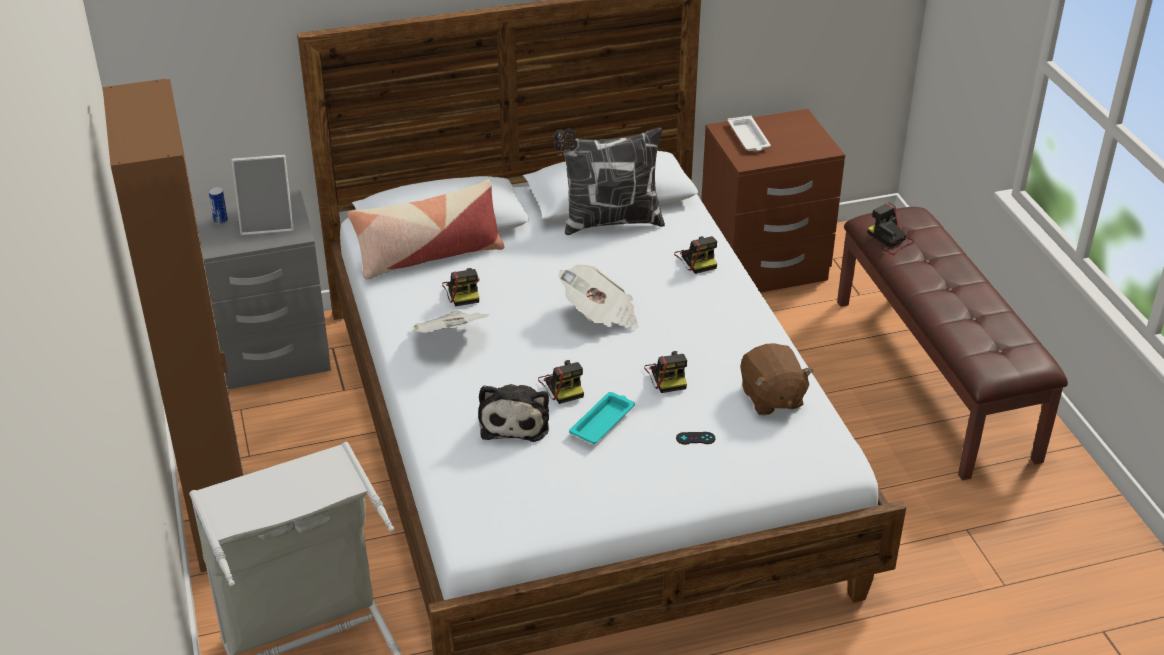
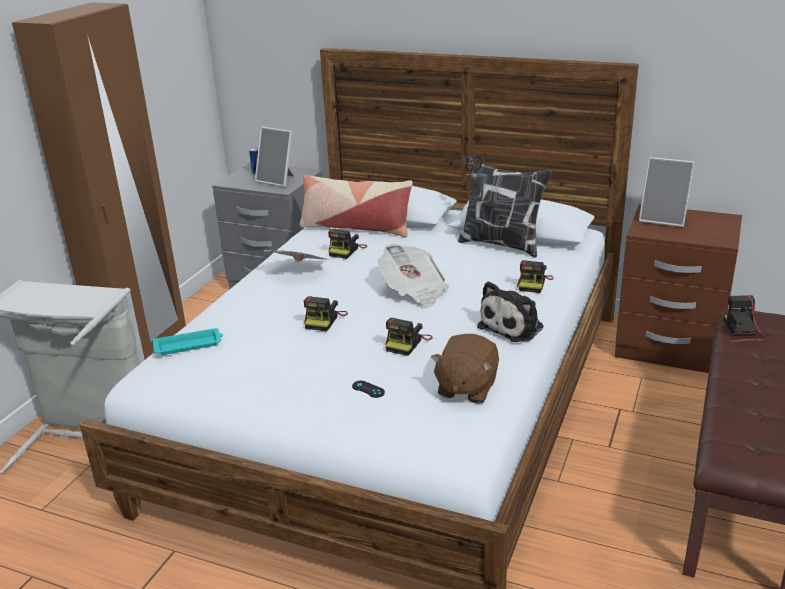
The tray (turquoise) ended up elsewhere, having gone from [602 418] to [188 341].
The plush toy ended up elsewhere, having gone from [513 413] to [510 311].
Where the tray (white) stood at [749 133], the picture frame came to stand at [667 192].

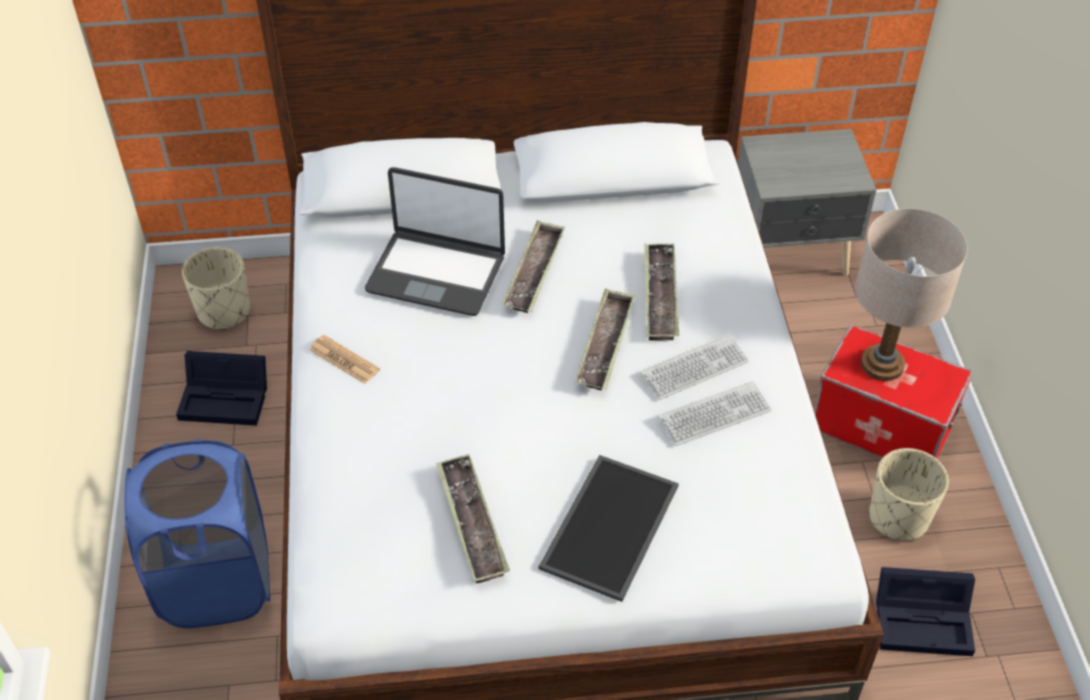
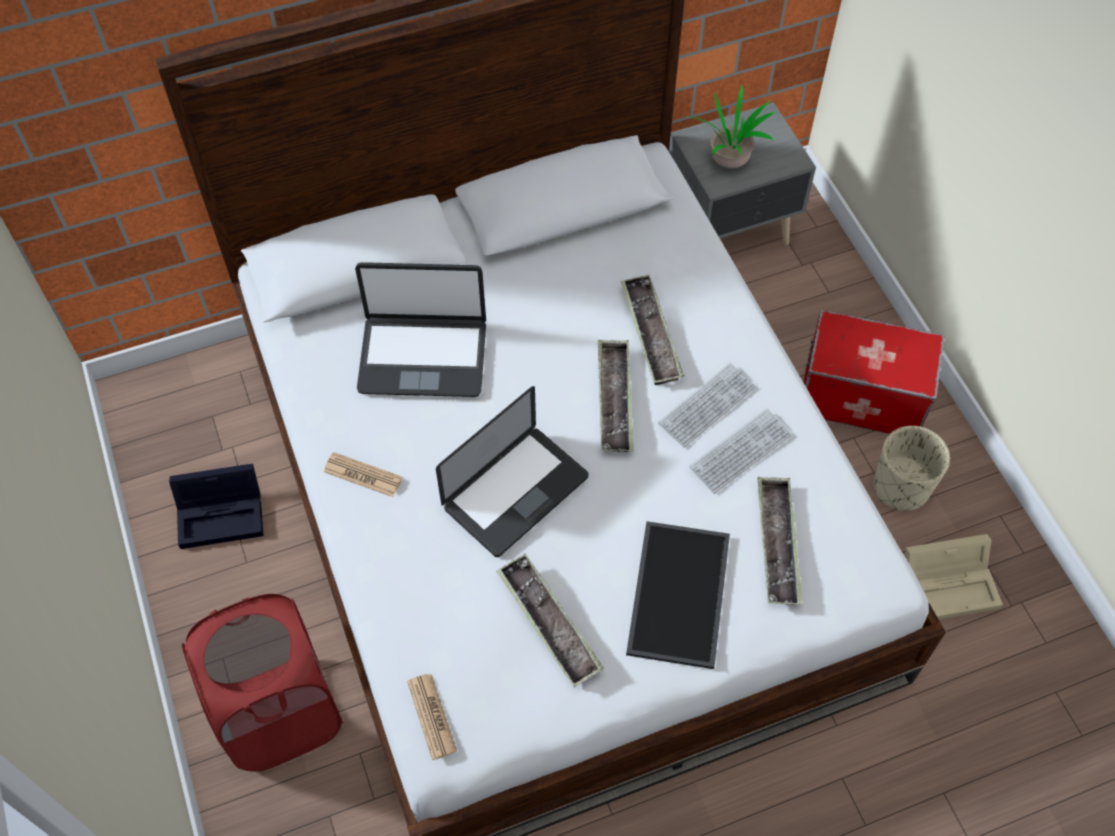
What was the laundry basket (blue) at [197 533] turned into the laundry basket (red) at [262 683].
The second view gained the newspaper at [432 717].
The second view gained the laptop at [512 471].
The second view gained the potted plant at [732 126].
The tray ended up elsewhere, having gone from [533 266] to [780 541].
What was the storage box (black) at [925 611] turned into the storage box (beige) at [954 576].
The second view lost the planter (beige) at [216 289].
The second view lost the table lamp (beige) at [911 294].

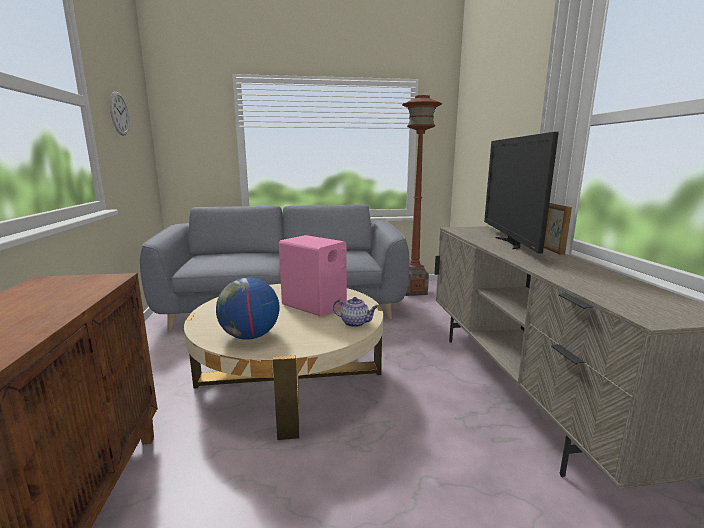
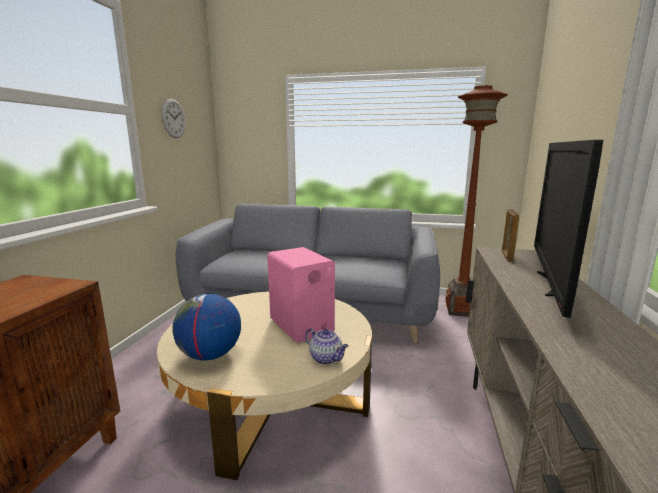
The picture frame ended up elsewhere, having gone from [558 229] to [510 235].

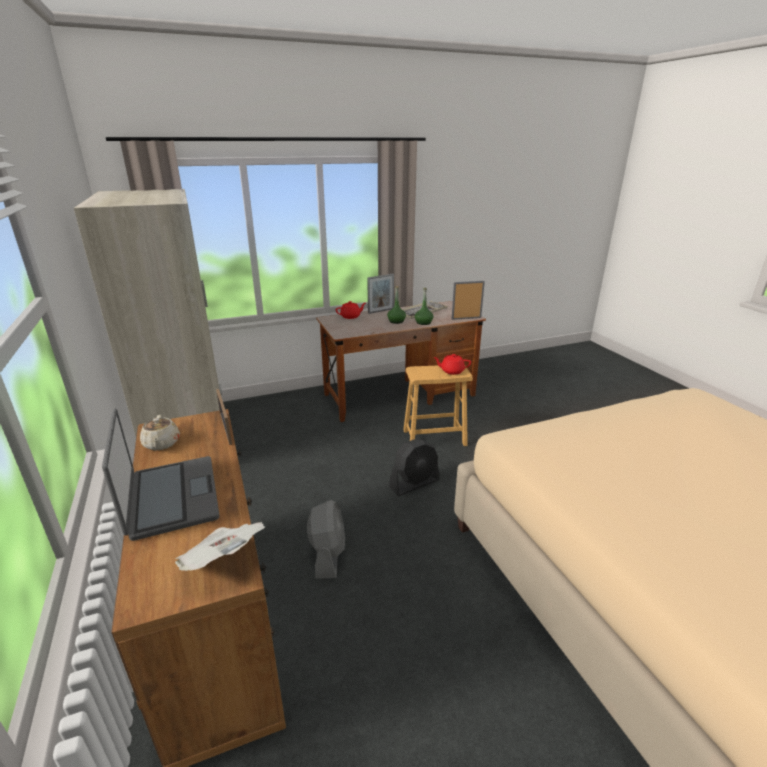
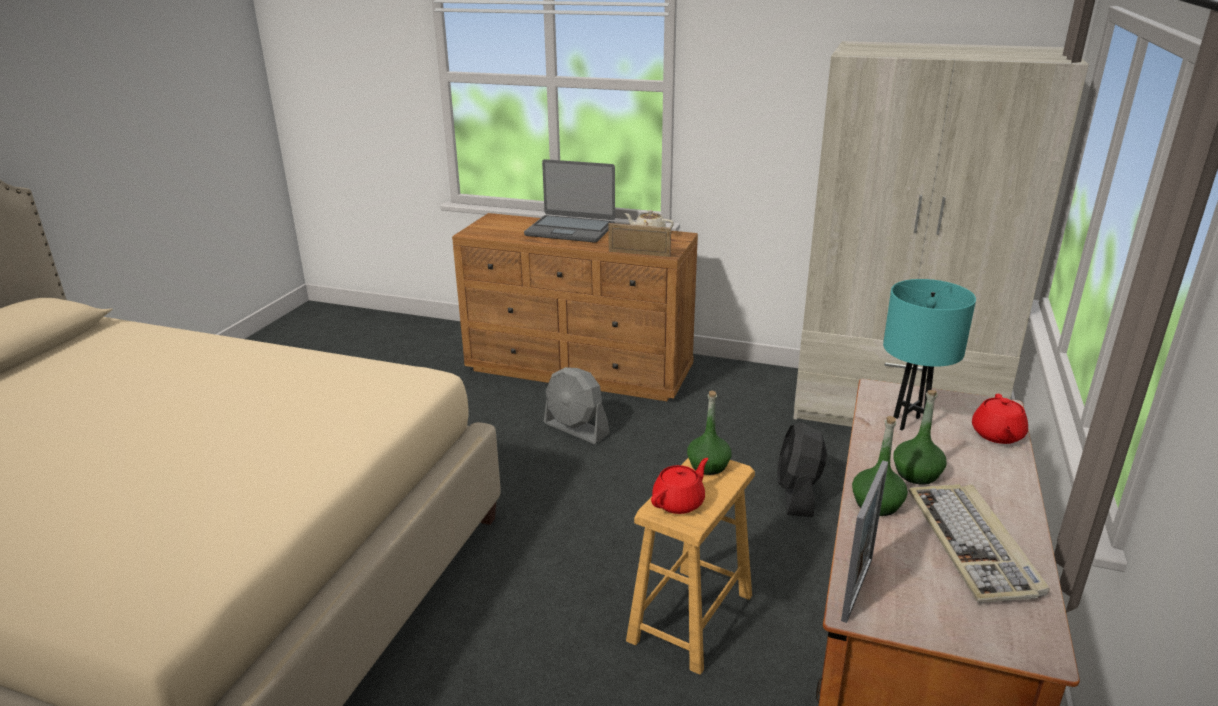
The second view gained the bottle (green) at [709 433].
The fan (black) ended up elsewhere, having gone from [414 467] to [802 469].
The second view gained the table lamp (turquoise) at [929 354].
The second view lost the newspaper at [220 546].
The second view lost the picture frame at [380 294].

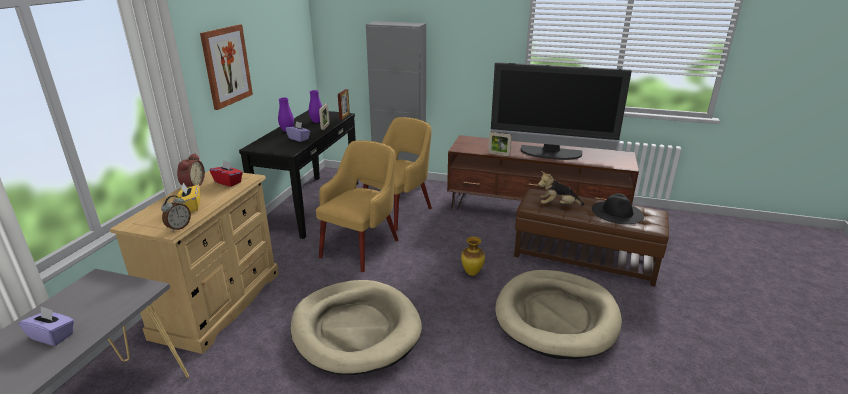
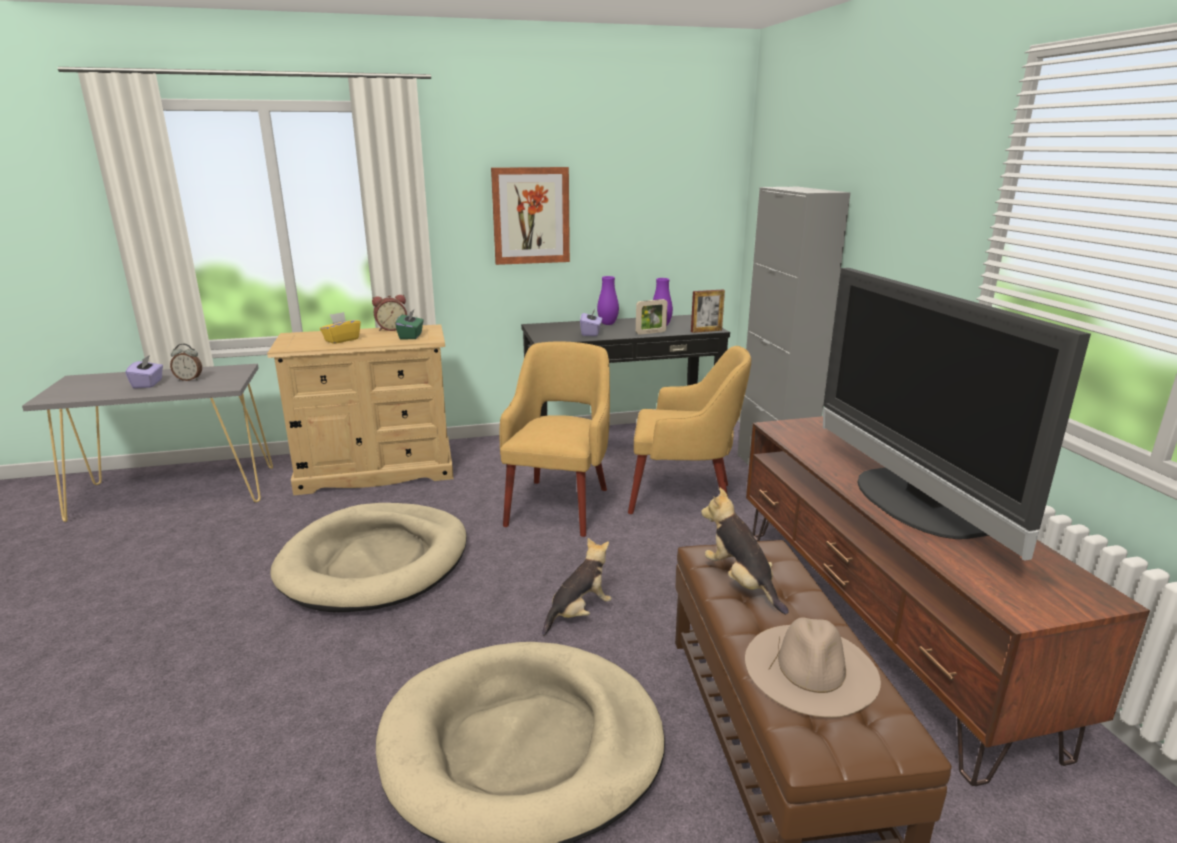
The alarm clock ended up elsewhere, having gone from [176 213] to [186 362].
What was the tissue box (red) at [226 173] turned into the tissue box (green) at [409 324].
The armchair (yellow) at [357 206] ended up facing another way, 75 degrees counterclockwise from before.
Where the vase stood at [473 256], the plush toy came to stand at [577 587].
What was the hat (black) at [618 209] turned into the hat (beige) at [813 667].
The second view lost the picture frame at [500 144].

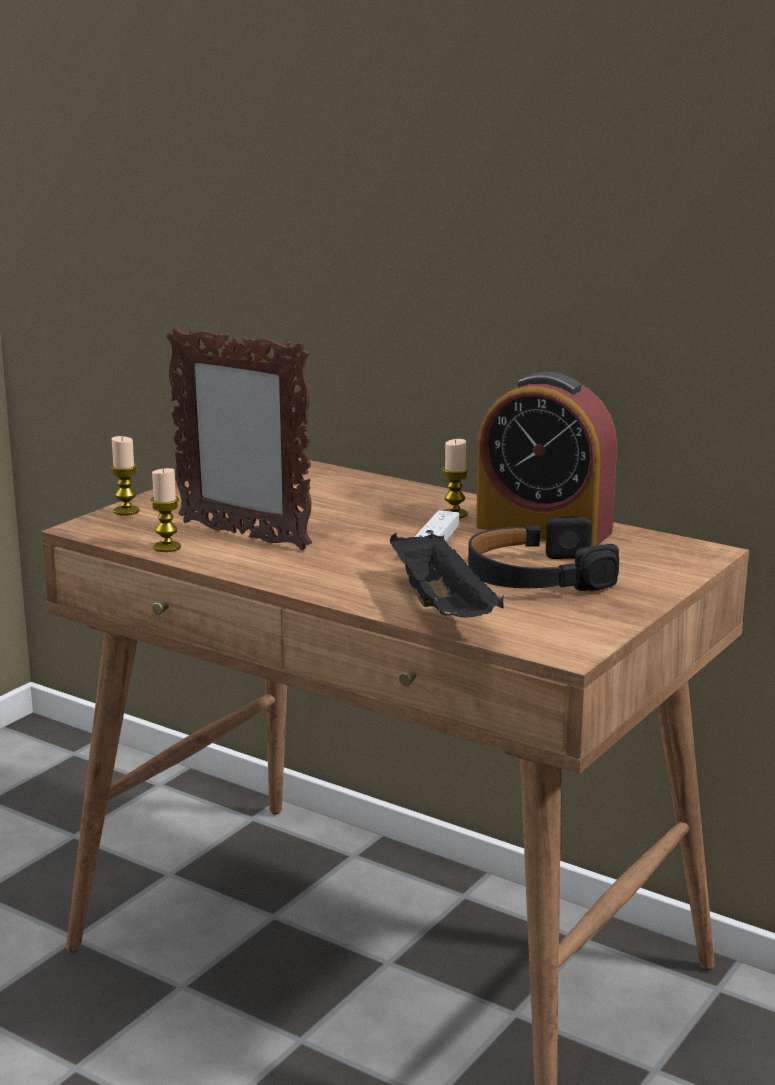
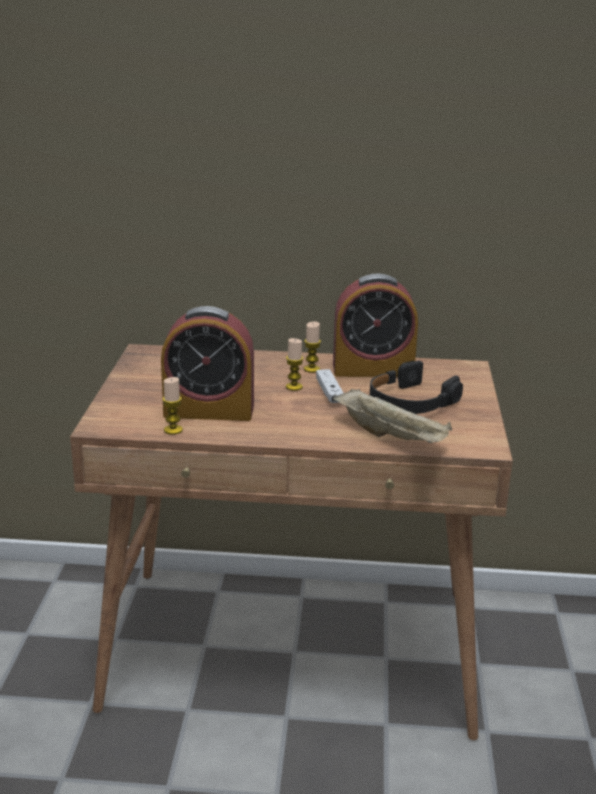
Where the picture frame stood at [239 438], the alarm clock came to stand at [207 363].
The candle ended up elsewhere, having gone from [124 476] to [295 364].
What was the tray (black) at [447 575] turned into the tray (beige) at [392 416].

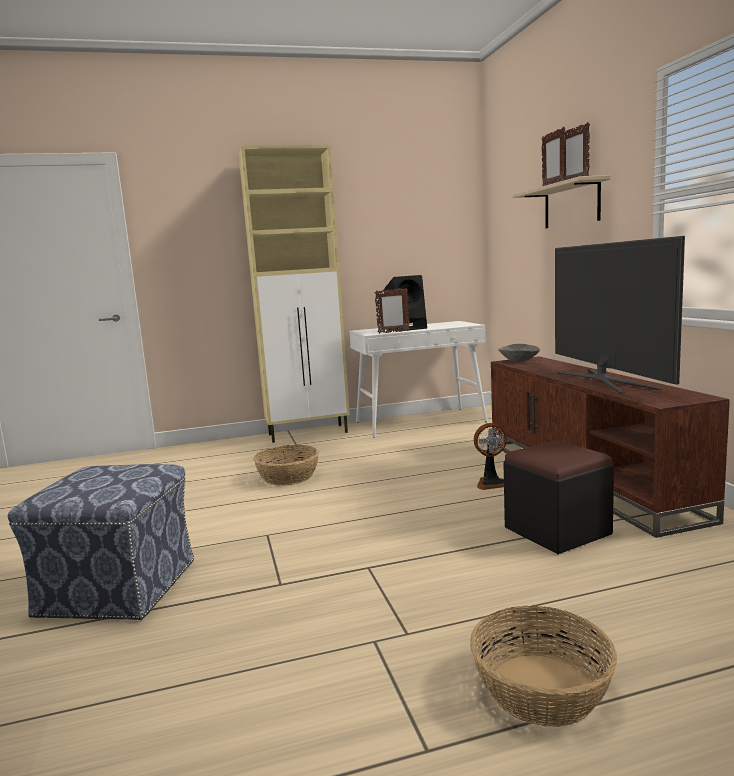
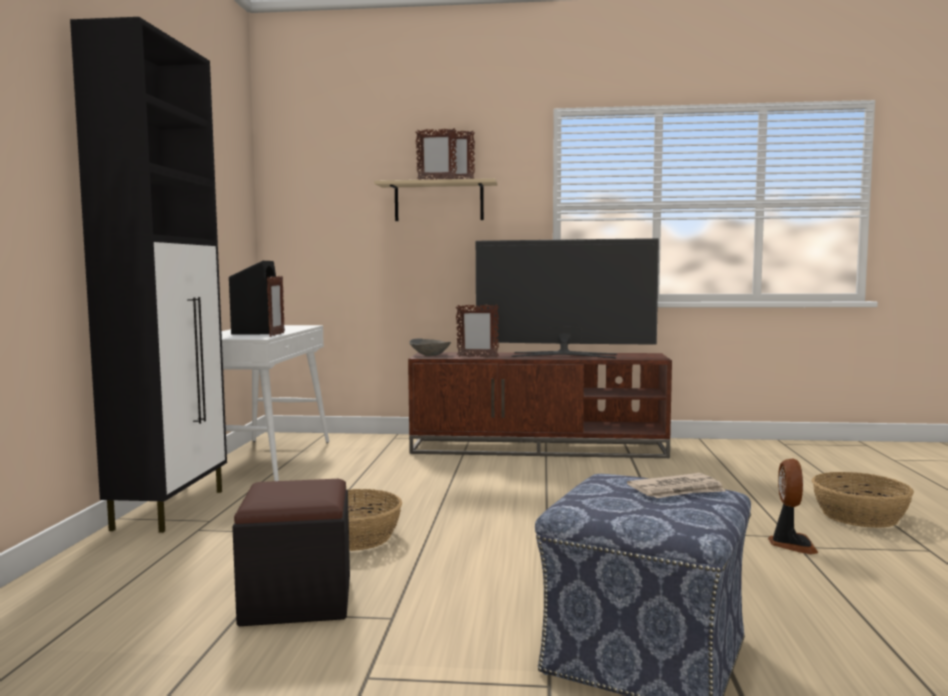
What was the cabinet (beige) at [294 294] turned into the cabinet (black) at [148 275].
The ottoman (black) ended up elsewhere, having gone from [558 497] to [291 552].
The second view gained the picture frame at [477 330].
The second view gained the newspaper at [676 485].
The fan ended up elsewhere, having gone from [490 456] to [793 506].

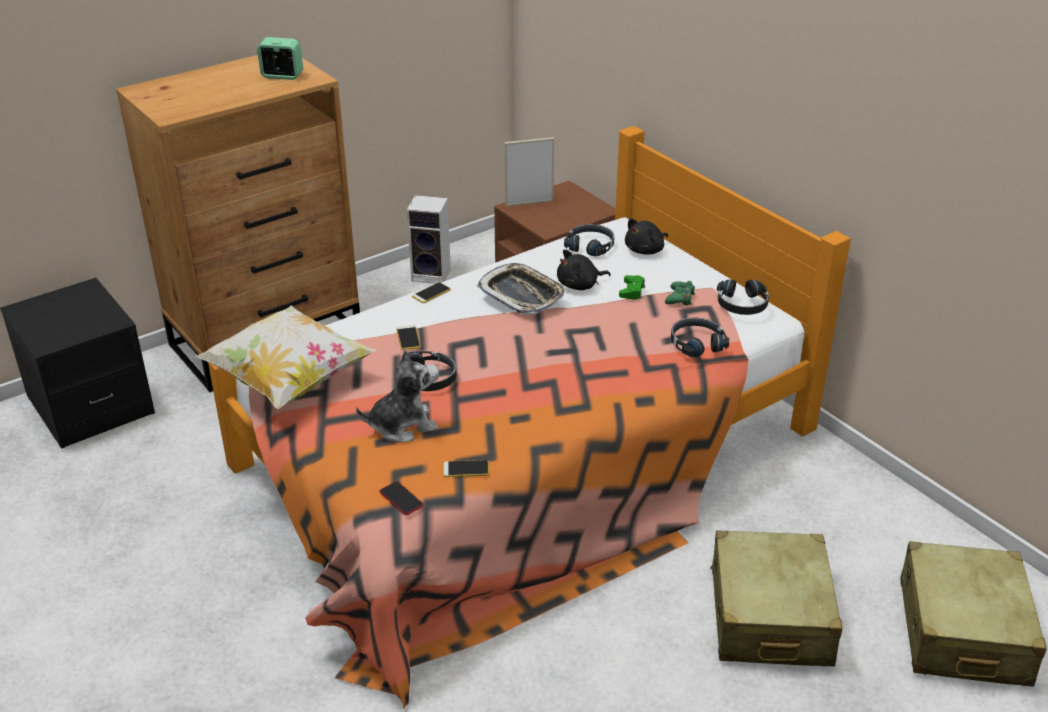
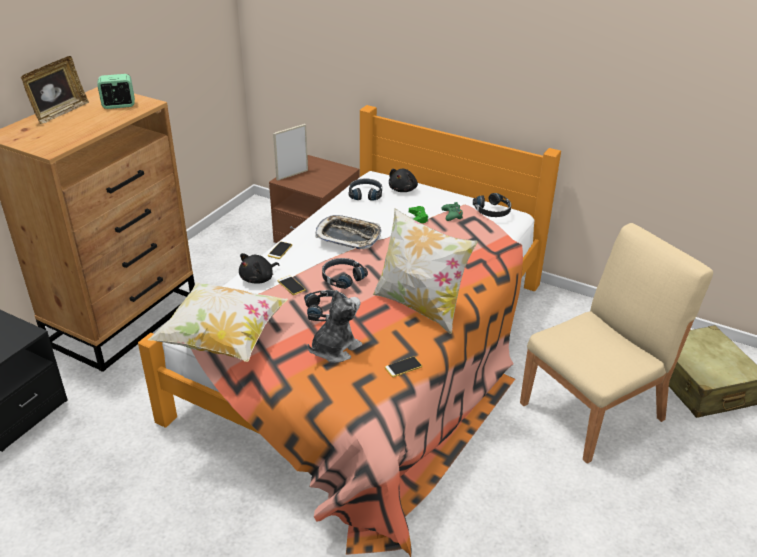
The second view gained the picture frame at [55 90].
The plush toy (black) ended up elsewhere, having gone from [584 269] to [259 268].
The headphones (black) ended up elsewhere, having gone from [700 337] to [345 273].
The second view gained the pillow at [425 271].
Where the suitcase (beige) stood at [776 598], the chair (beige) came to stand at [616 343].
The second view lost the phone at [401 498].
The second view lost the speaker at [429 239].

